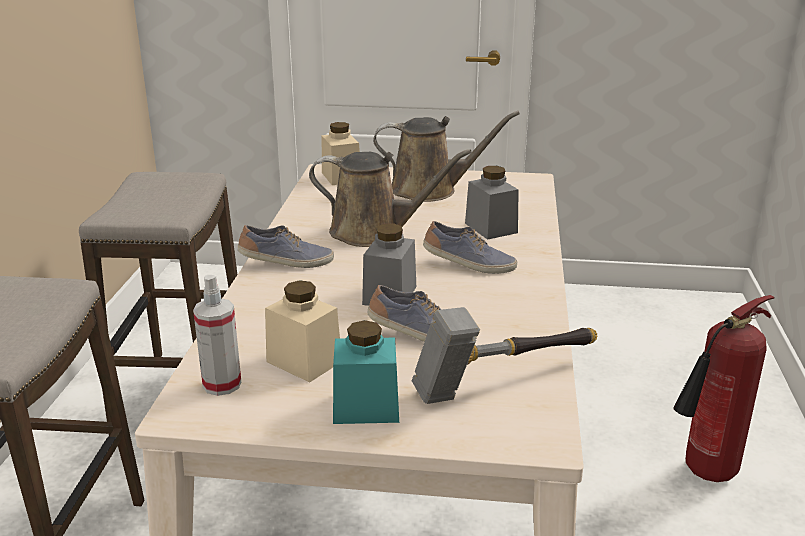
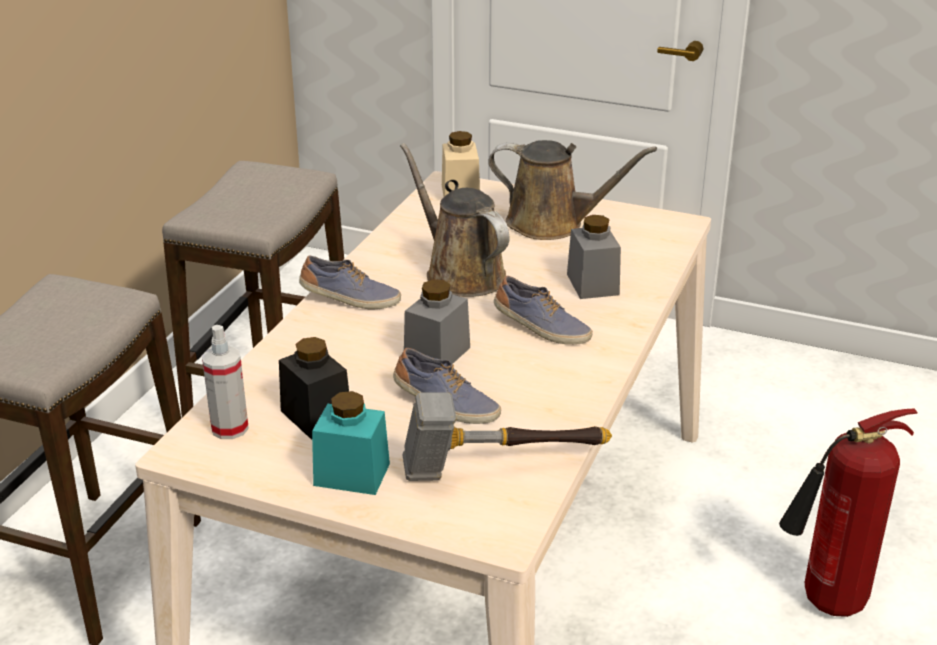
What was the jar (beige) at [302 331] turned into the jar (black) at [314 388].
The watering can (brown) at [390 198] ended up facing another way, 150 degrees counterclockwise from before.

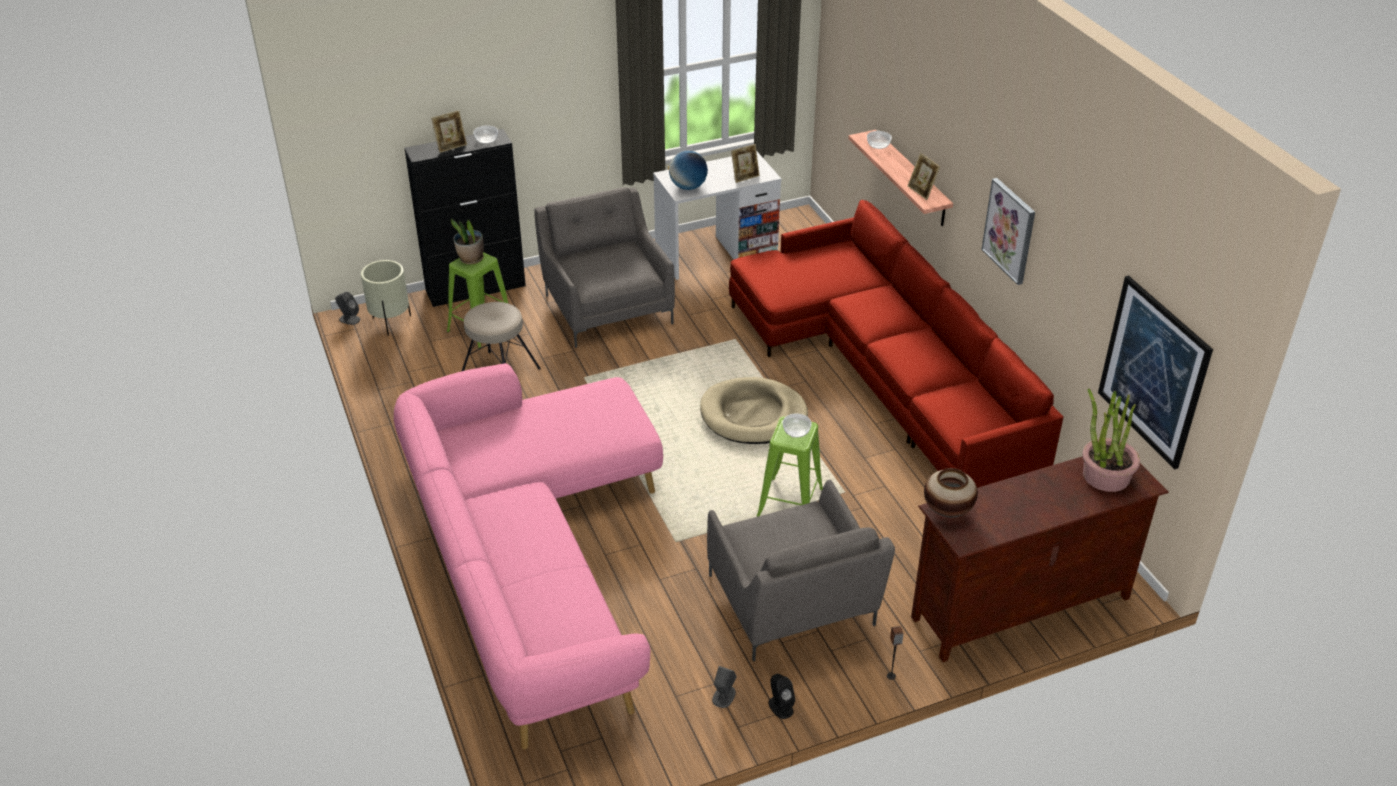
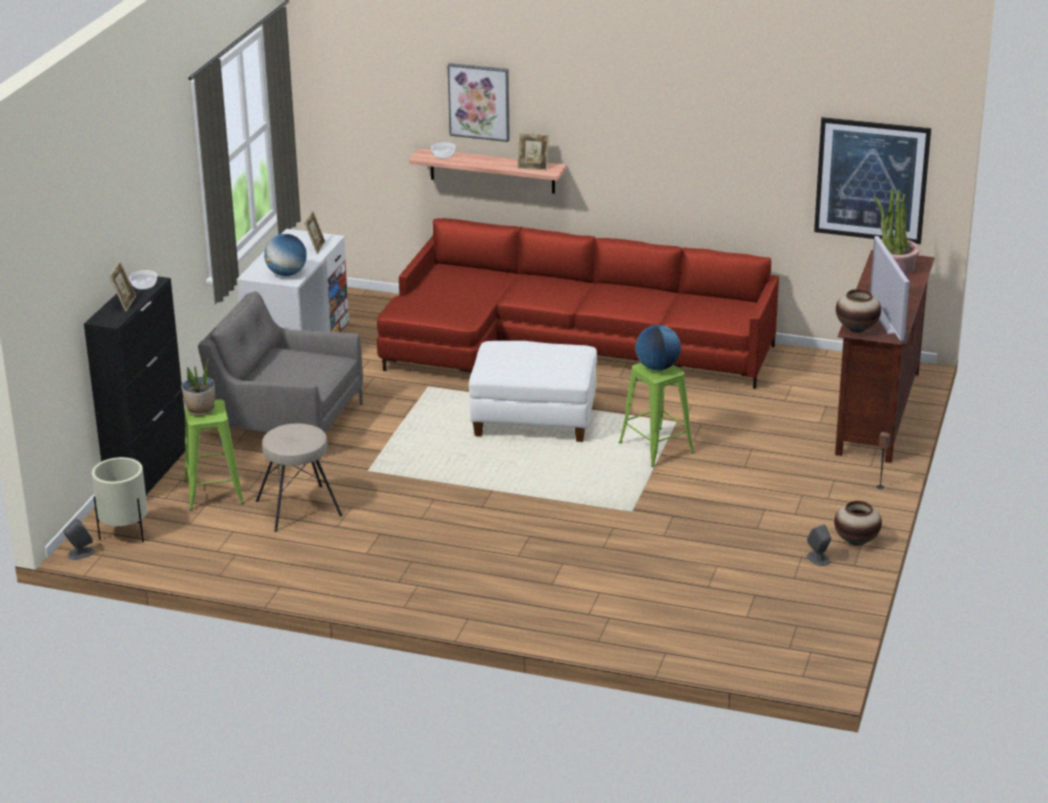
The picture ended up elsewhere, having gone from [1008 231] to [479 102].
Where the dog bed (beige) stood at [754 410], the ottoman (white) came to stand at [533 391].
Where the bowl stood at [797 426], the globe came to stand at [658 347].
Where the speaker (black) stood at [781 696], the vase came to stand at [858 523].
The second view gained the television at [890 288].
The second view lost the sofa (pink) at [528 556].
The second view lost the armchair (grey) at [801 570].

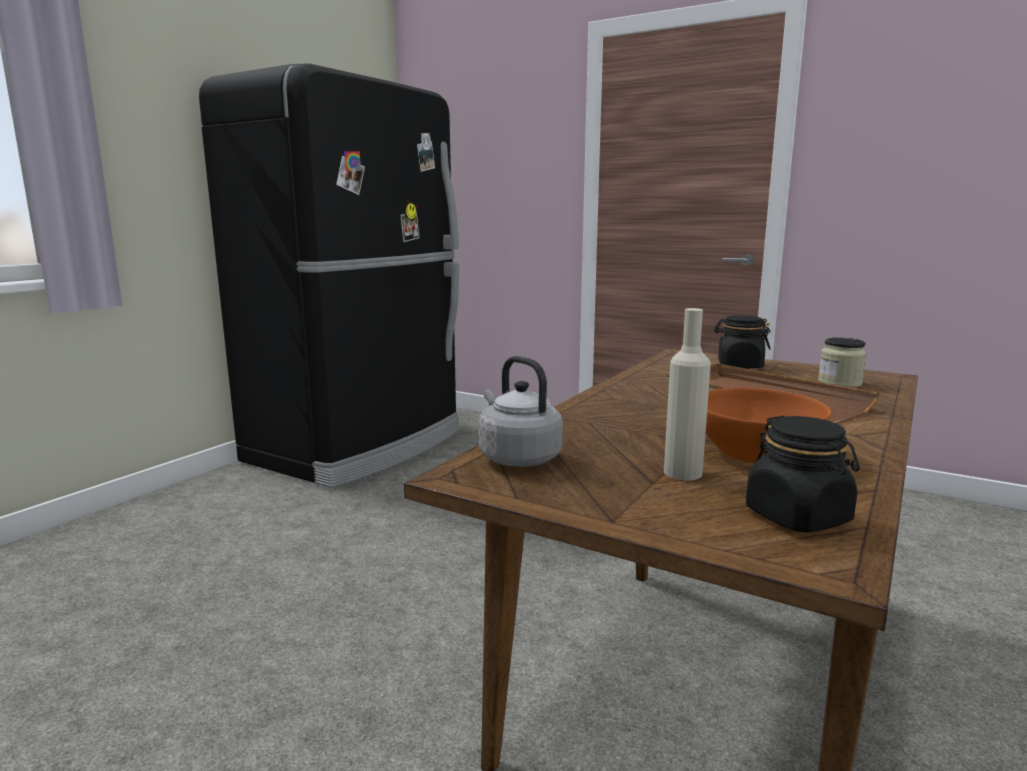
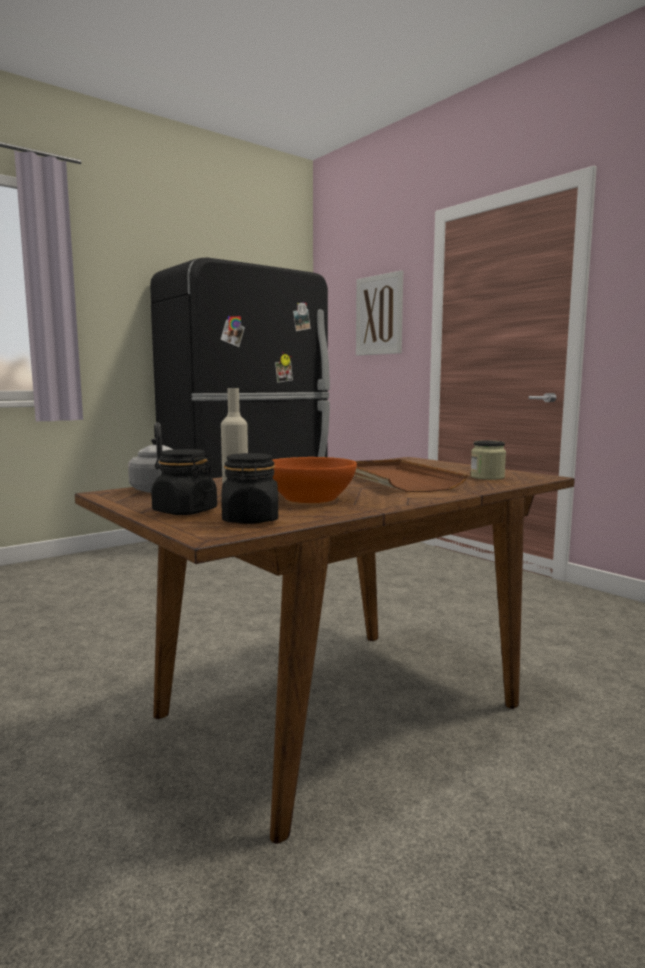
The jar (black) ended up elsewhere, having gone from [742 342] to [184 482].
The second view gained the picture at [379 313].

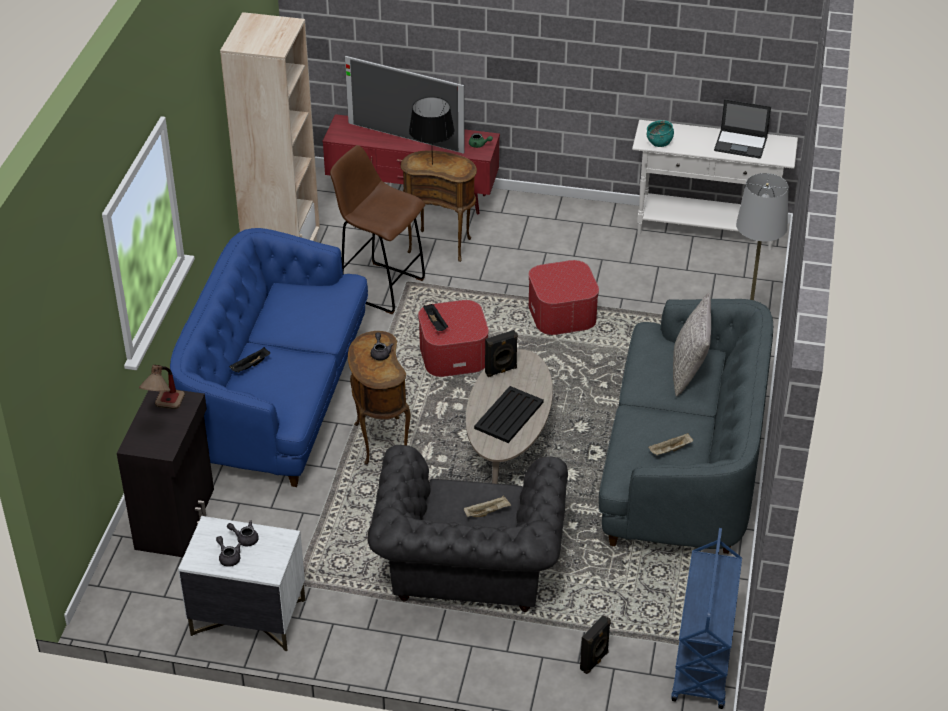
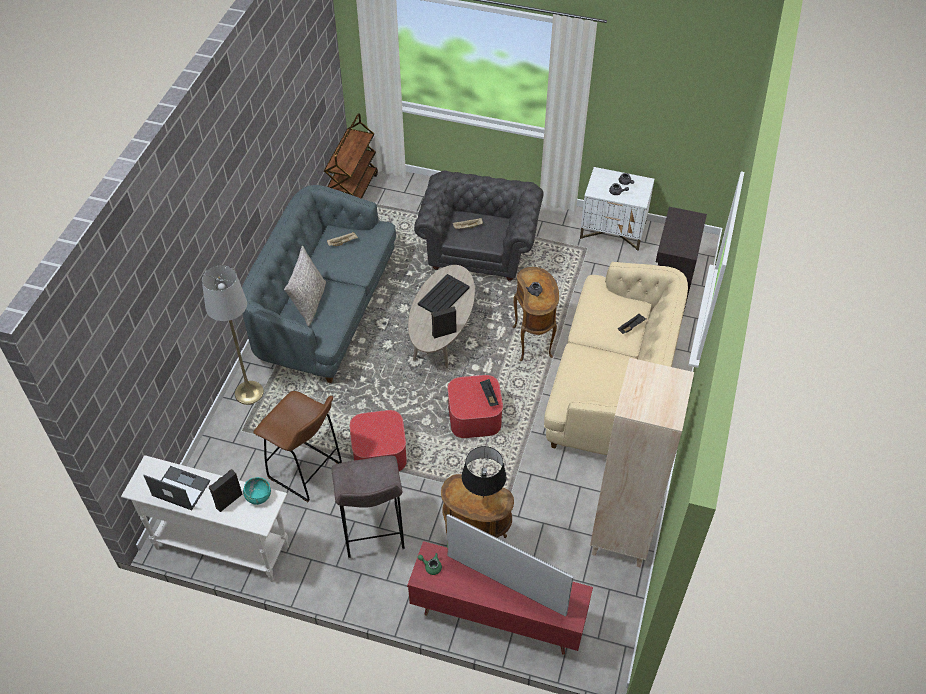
The speaker (black) ended up elsewhere, having gone from [595 644] to [225 490].
The stool (brown) ended up elsewhere, having gone from [377 229] to [297 446].
What was the cart (blue) at [706 618] turned into the cart (brown) at [351 156].
The second view gained the stool (grey) at [368 507].
What was the sofa (blue) at [269 357] turned into the sofa (beige) at [616 358].
The second view lost the table lamp at [162 387].

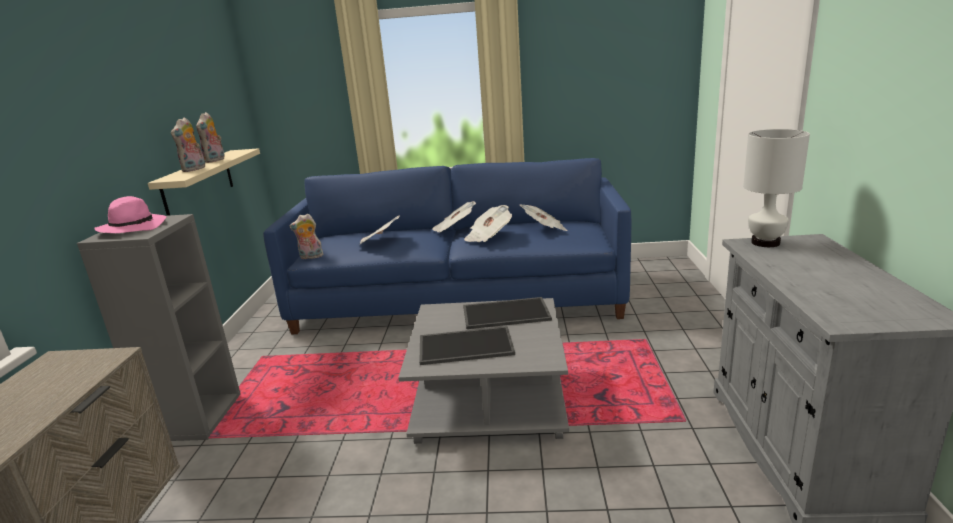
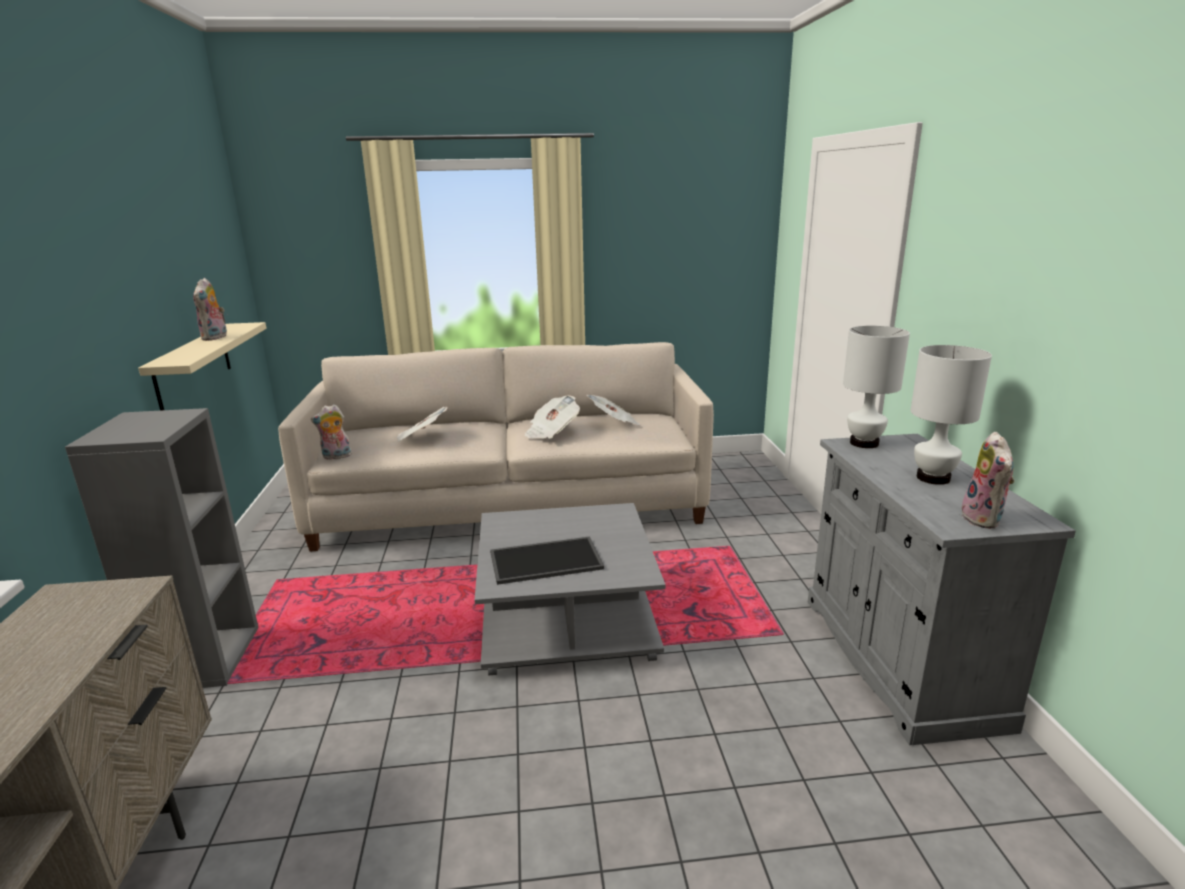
What was the sofa (blue) at [447 246] turned into the sofa (beige) at [496 447].
The second view gained the table lamp (white) at [951 415].
The plush toy ended up elsewhere, having gone from [188 144] to [988 480].
The second view lost the hat (pink) at [130 214].
The second view lost the newspaper at [454 217].
The second view lost the tray at [507 313].

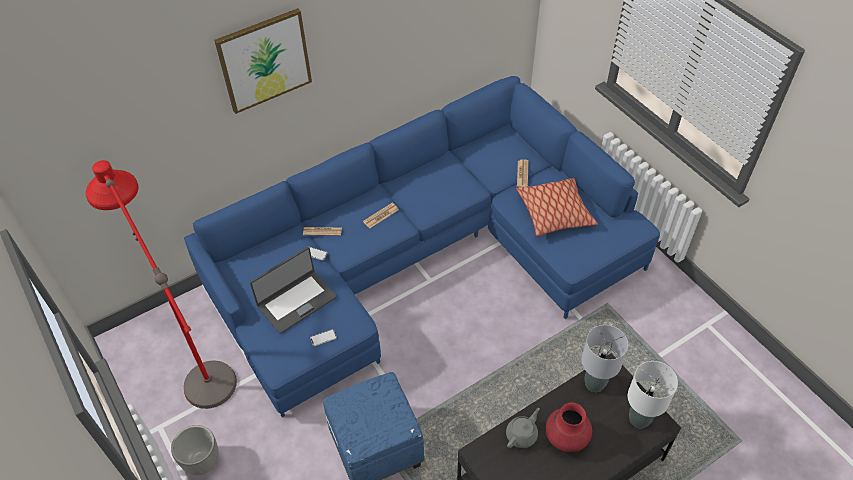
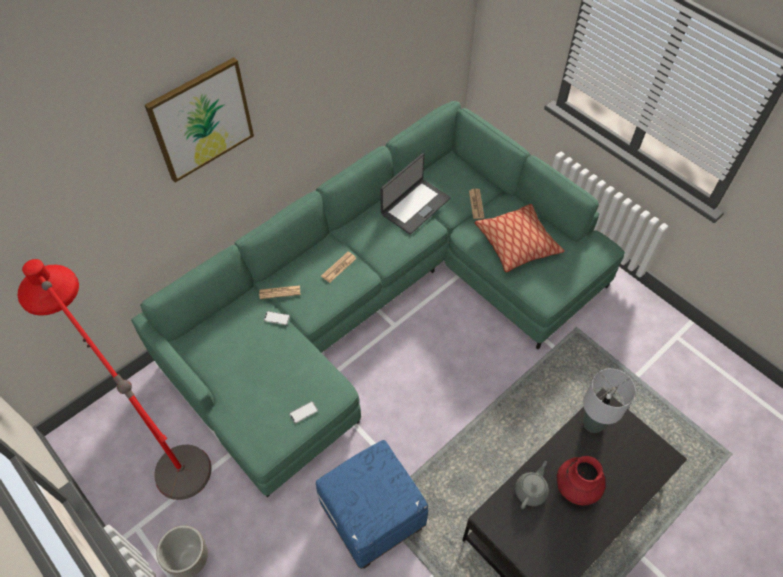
What was the sofa (blue) at [422 246] turned into the sofa (green) at [377 299].
The laptop ended up elsewhere, having gone from [293 290] to [415 193].
The second view lost the table lamp (white) at [653 394].

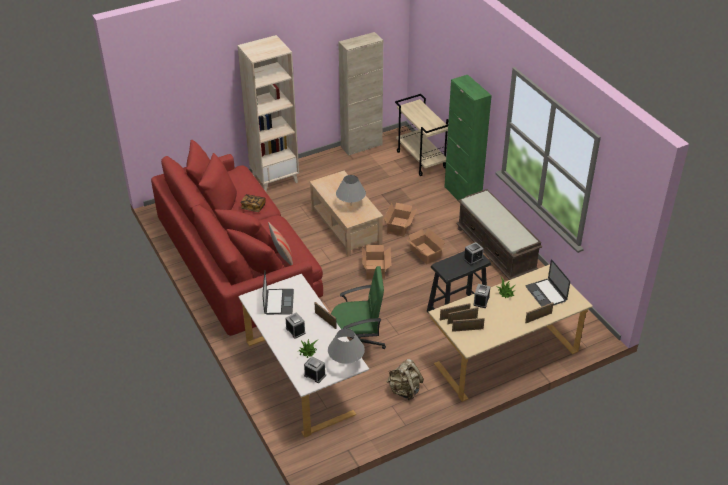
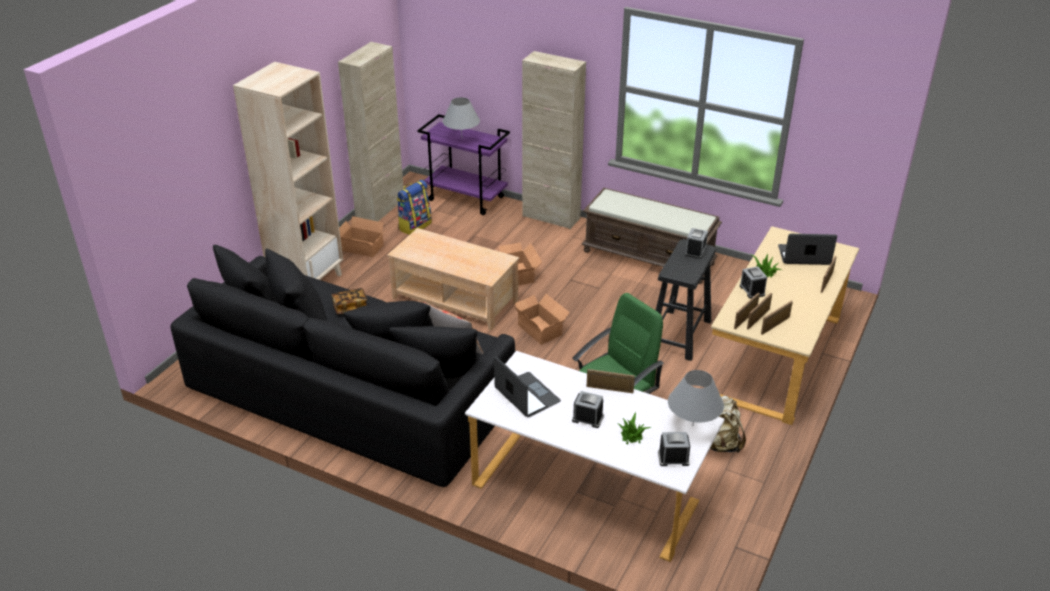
What was the sofa (red) at [237 238] turned into the sofa (black) at [343 366].
The cardboard box ended up elsewhere, having gone from [425 246] to [362 236].
The second view gained the backpack at [414 207].
What was the cart (beige) at [422 135] turned into the cart (purple) at [463 164].
The table lamp (grey) ended up elsewhere, having gone from [351 189] to [461 115].
What was the cabinet (green) at [468 137] turned into the cabinet (beige) at [554 140].
The laptop at [548 283] ended up facing another way, 150 degrees clockwise from before.

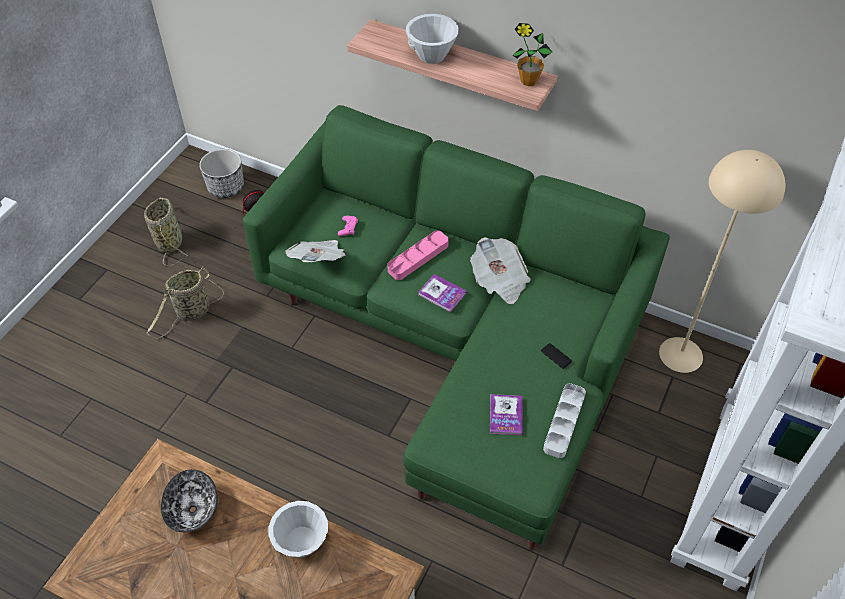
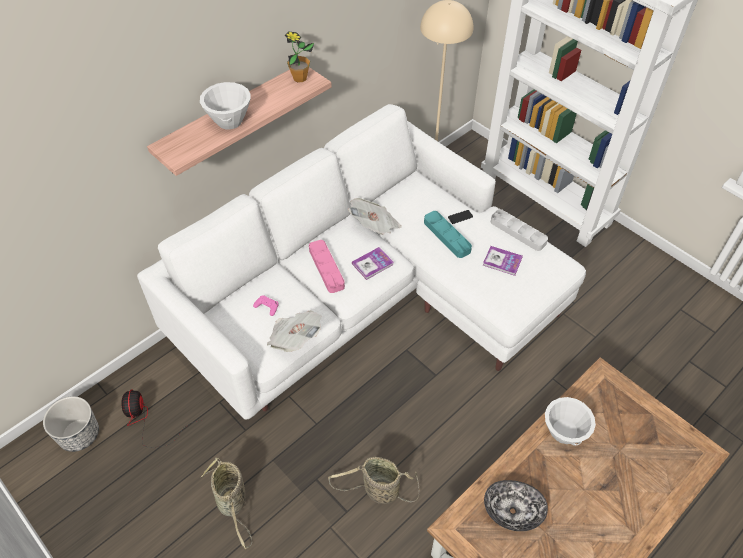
What was the sofa (green) at [456 327] turned into the sofa (white) at [361 262].
The basket ended up elsewhere, having gone from [166 231] to [373 480].
The second view gained the tray (turquoise) at [448 234].

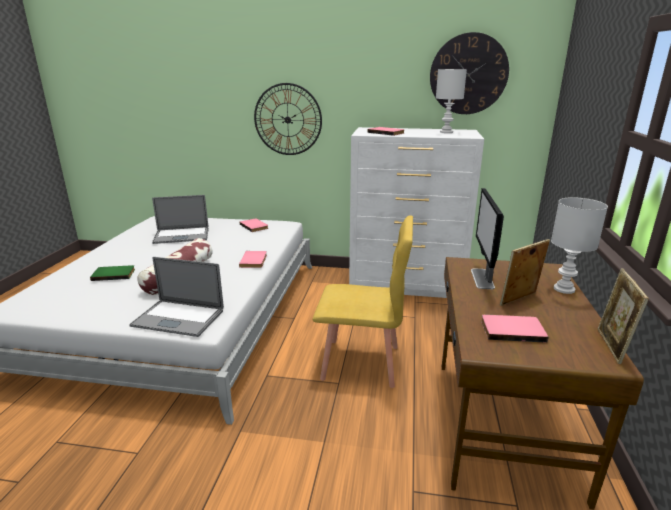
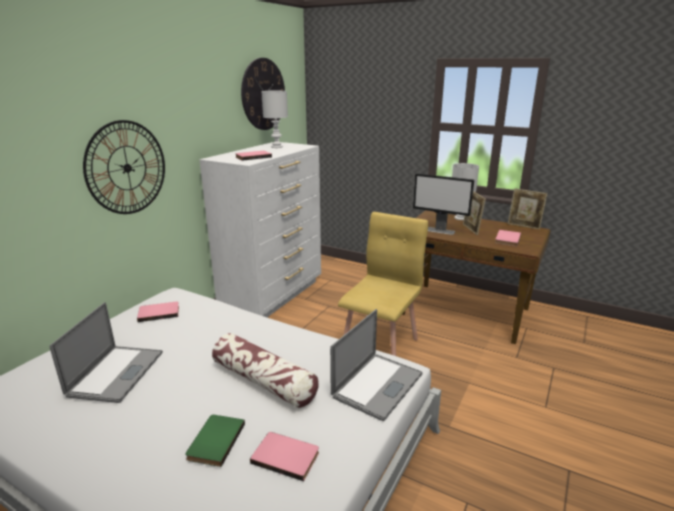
The book (pink) ended up elsewhere, having gone from [253 259] to [284 456].

